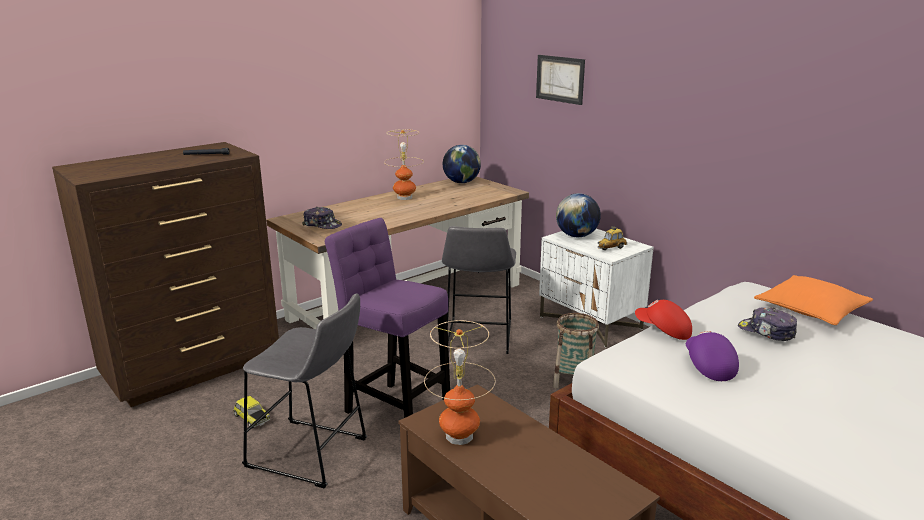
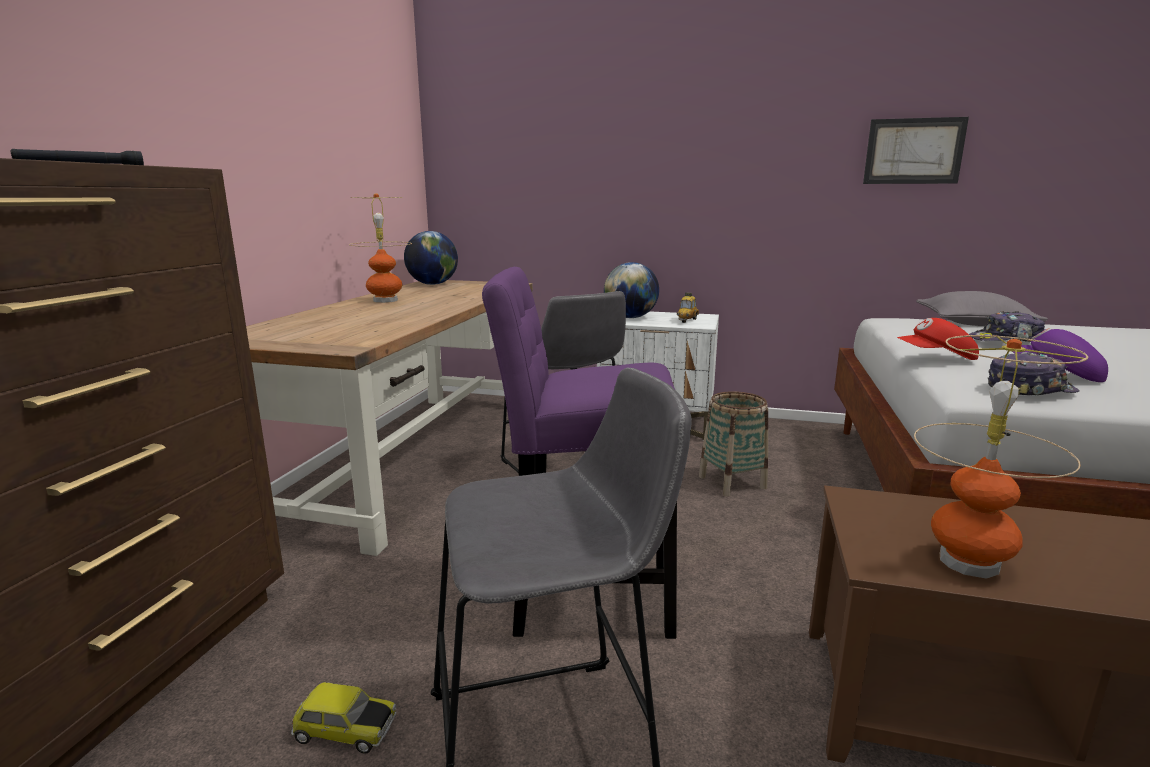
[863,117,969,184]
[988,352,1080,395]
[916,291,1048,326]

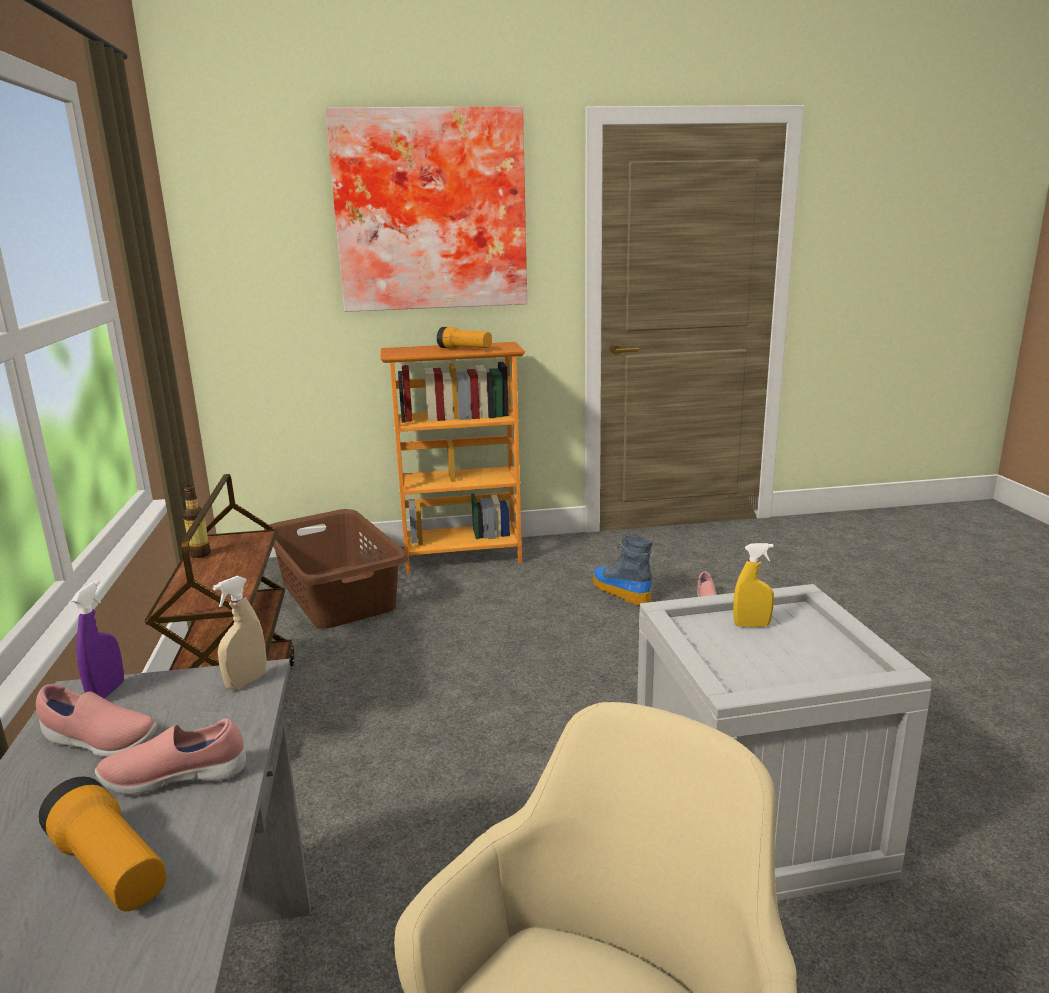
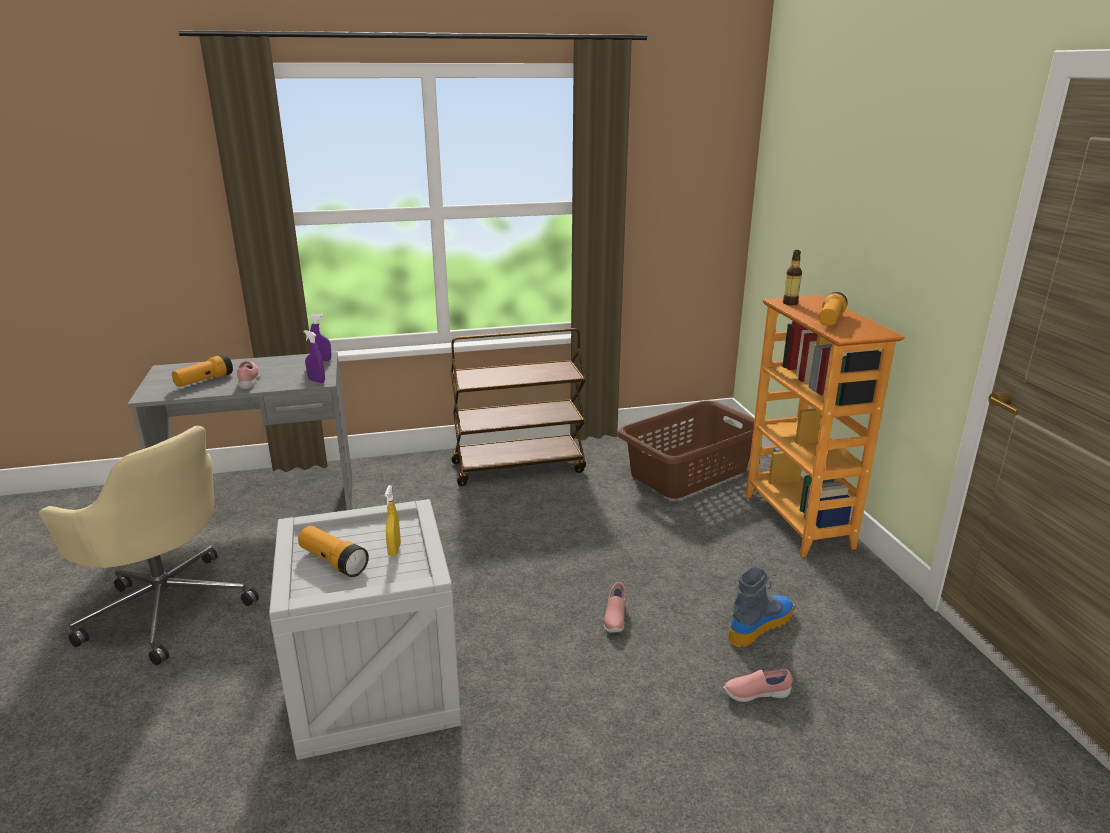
[325,106,527,312] (first image)
[783,250,802,305]
[303,330,325,383]
[604,582,626,633]
[298,526,369,577]

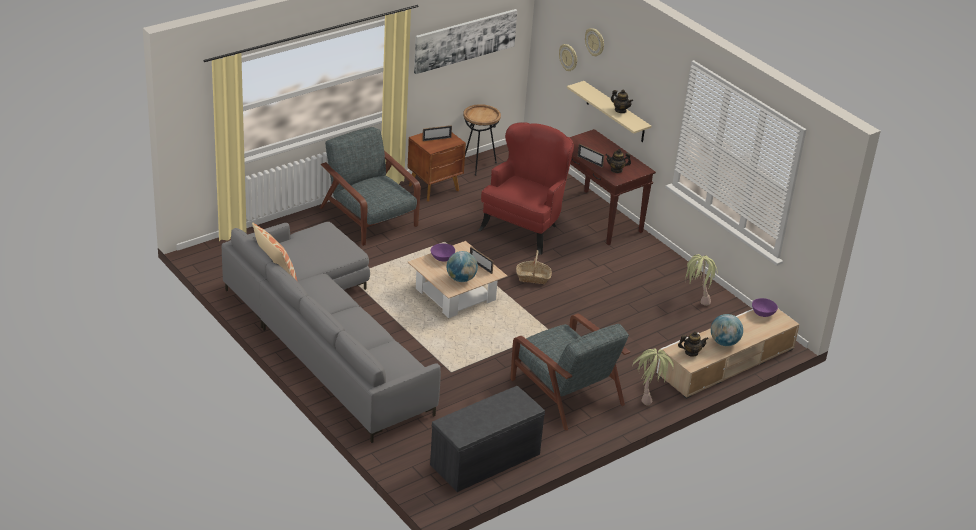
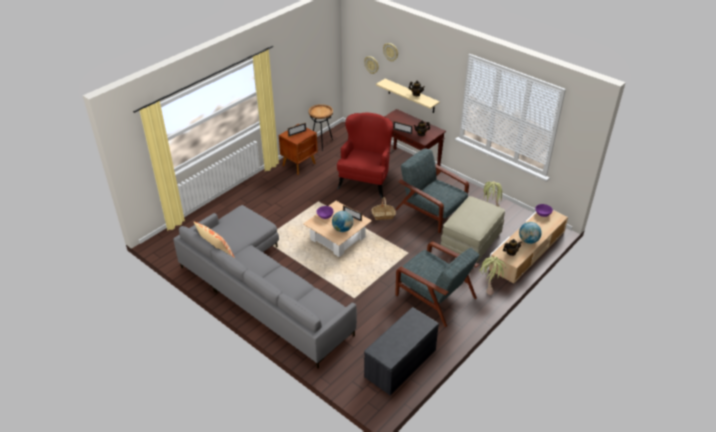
[414,9,517,74] (first image)
[395,149,469,233]
[441,196,505,263]

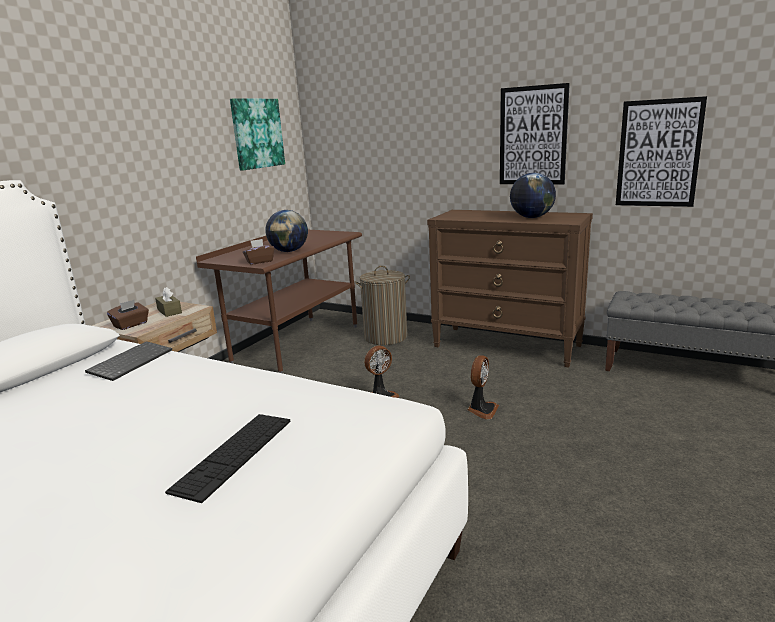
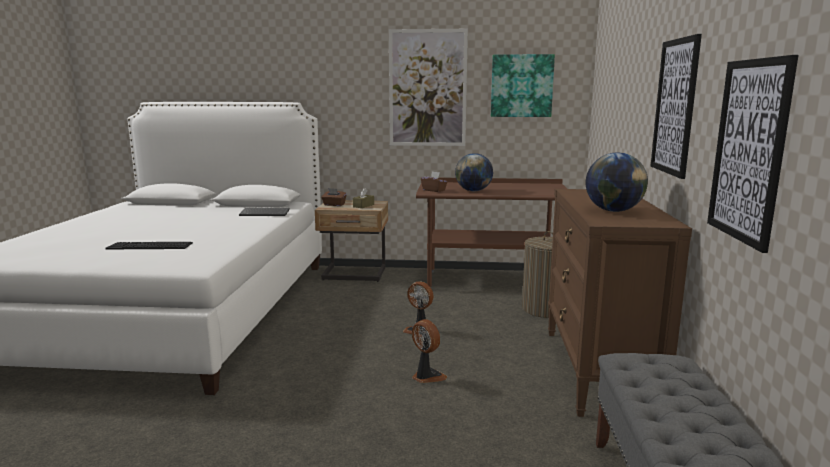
[412,319,447,383]
[389,29,468,146]

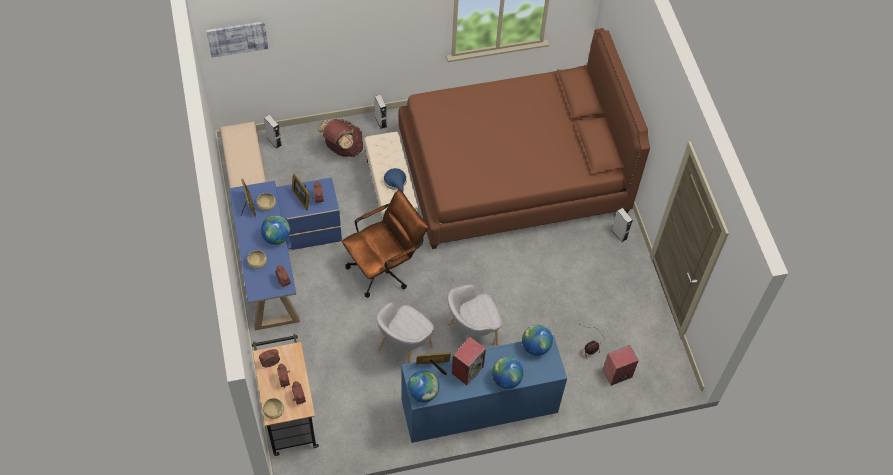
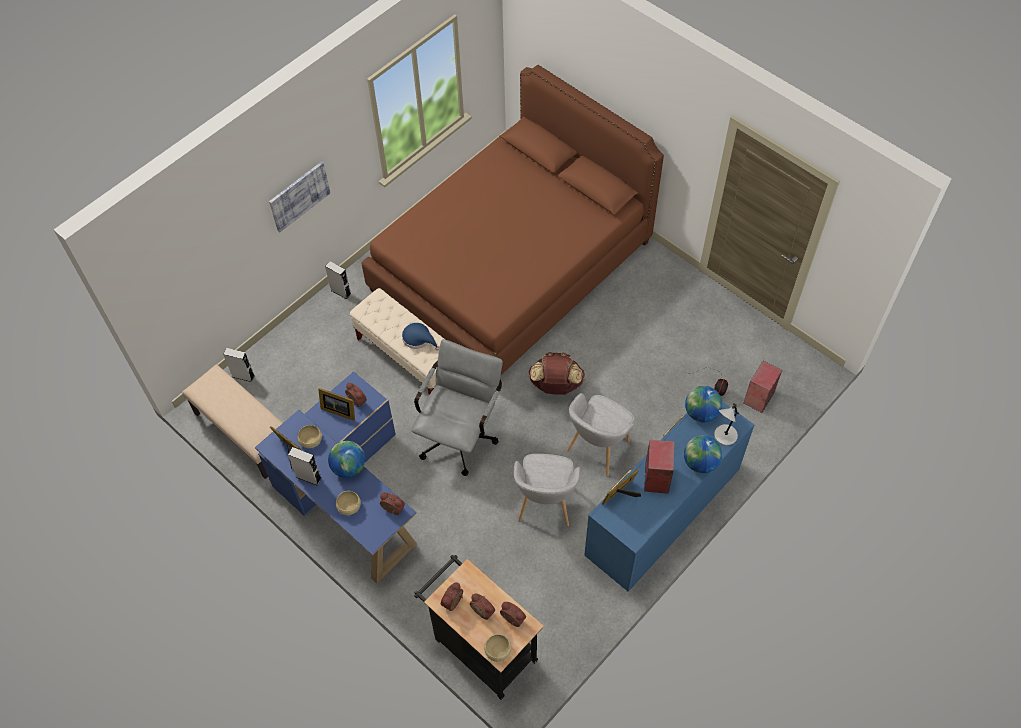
[269,161,330,232]
[529,352,585,395]
[411,339,503,476]
[288,447,321,486]
[408,370,439,402] (first image)
[714,403,739,445]

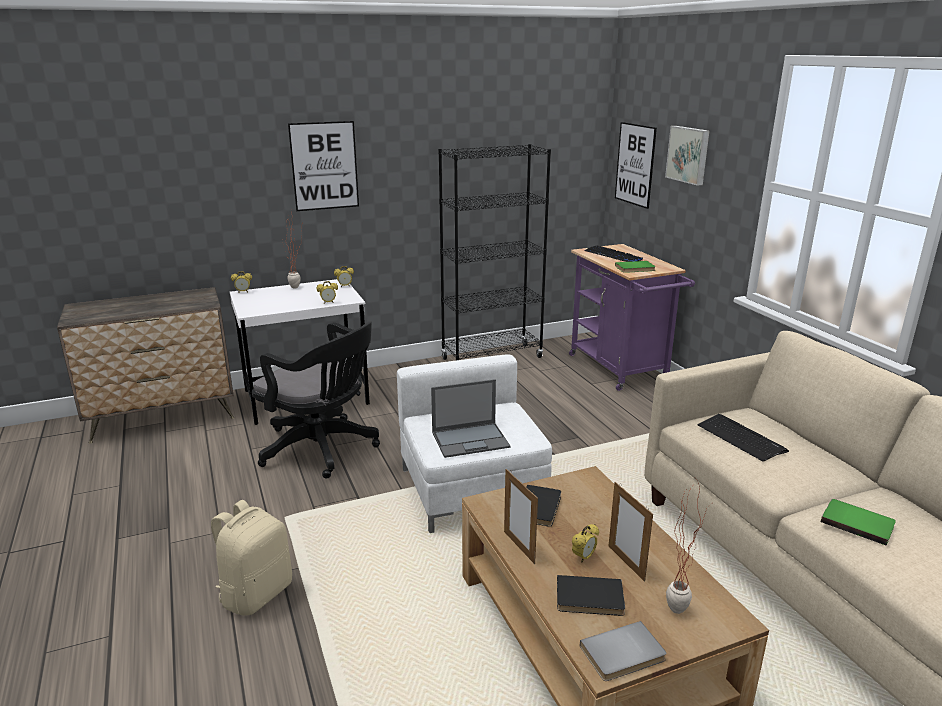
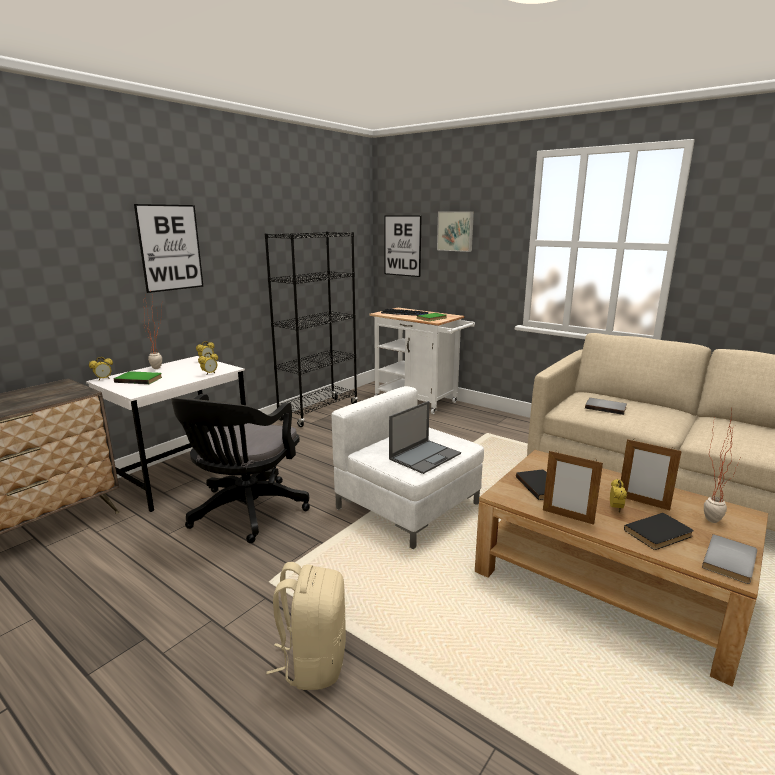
[369,308,475,414]
[171,394,310,543]
[585,398,627,415]
[114,371,162,384]

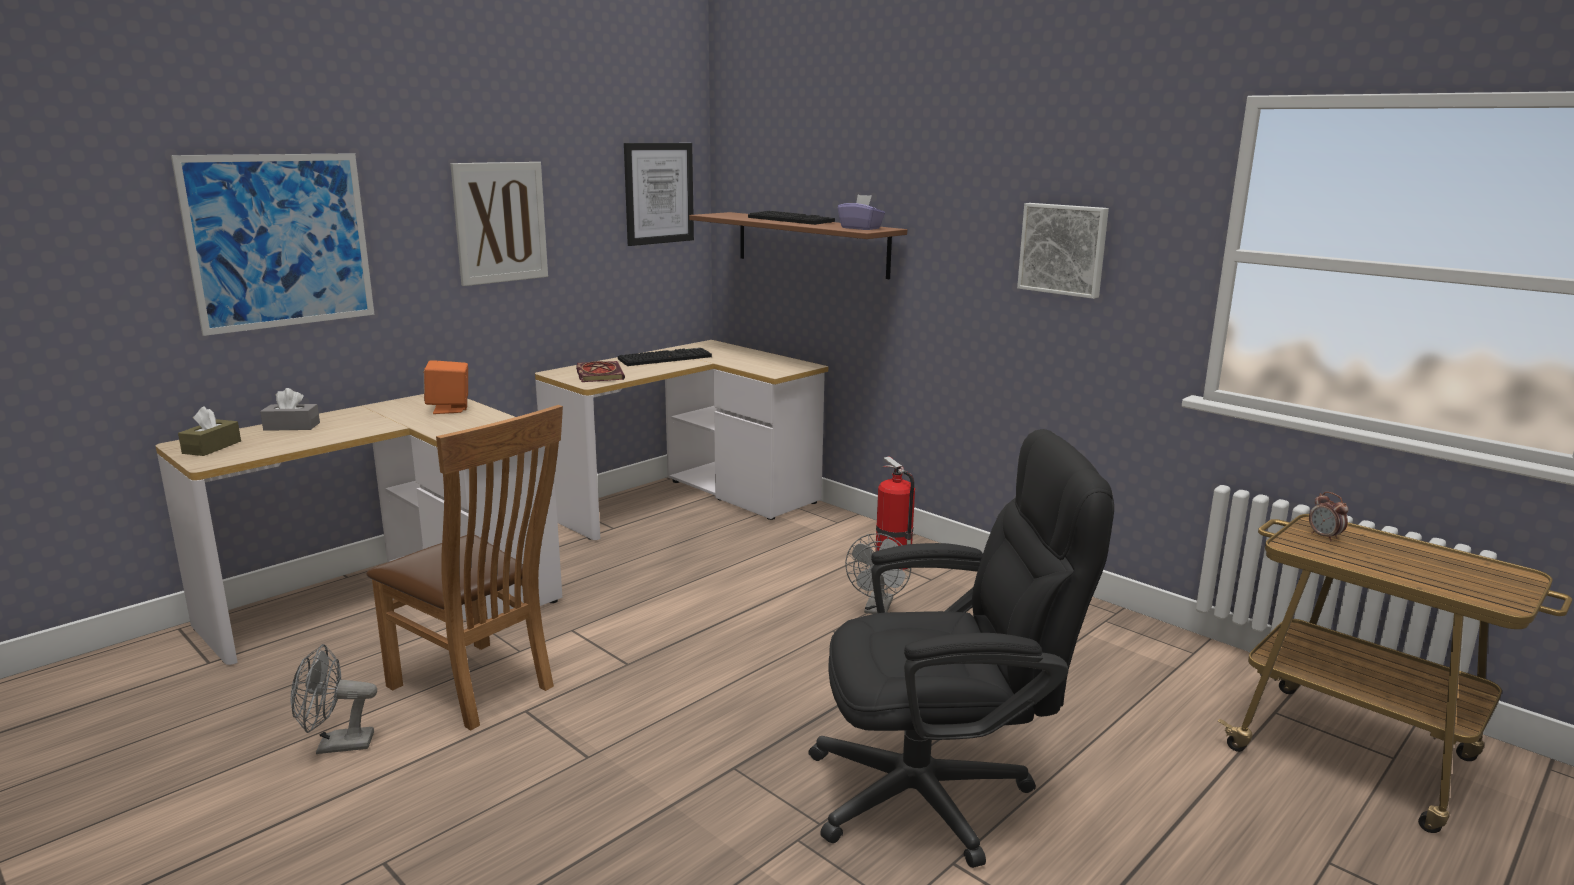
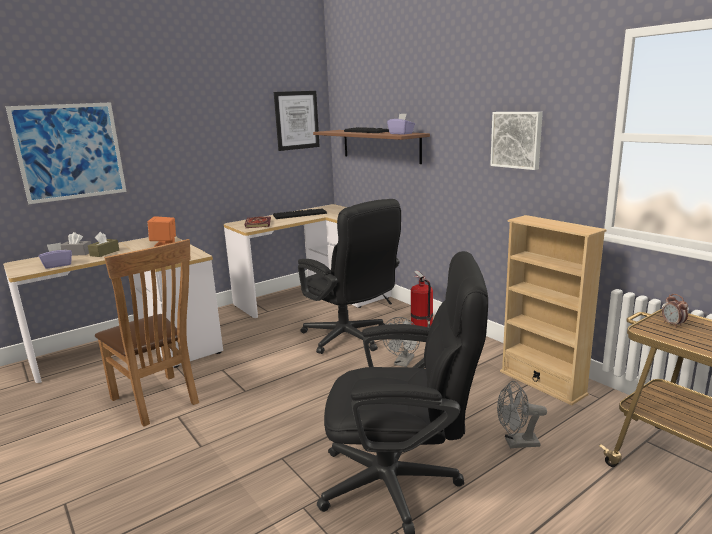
[450,162,548,286] (first image)
[88,232,119,257]
[497,381,547,448]
[298,199,401,354]
[500,215,607,405]
[39,243,72,269]

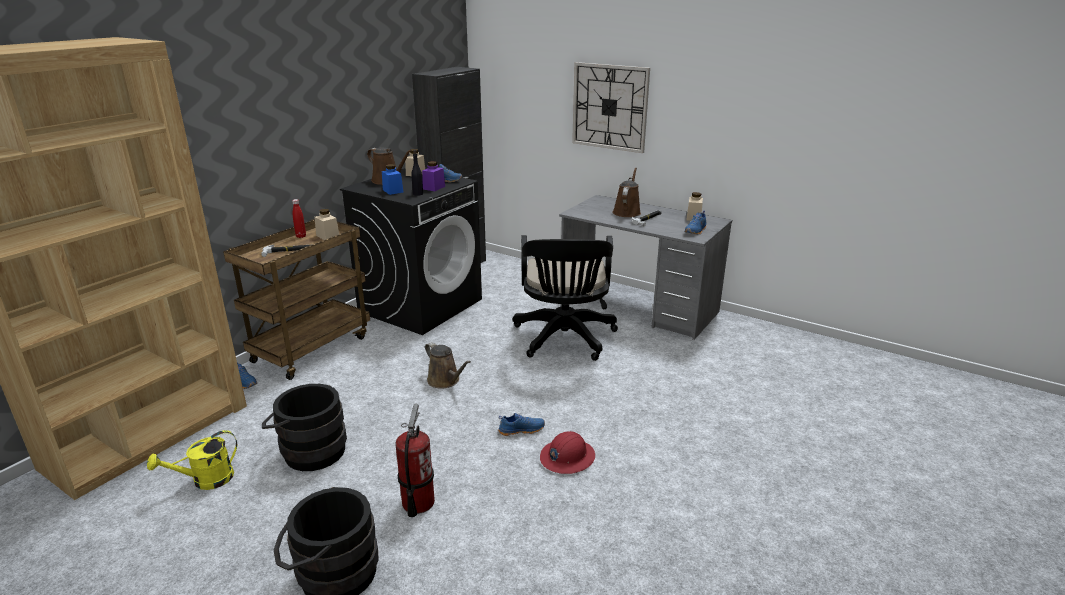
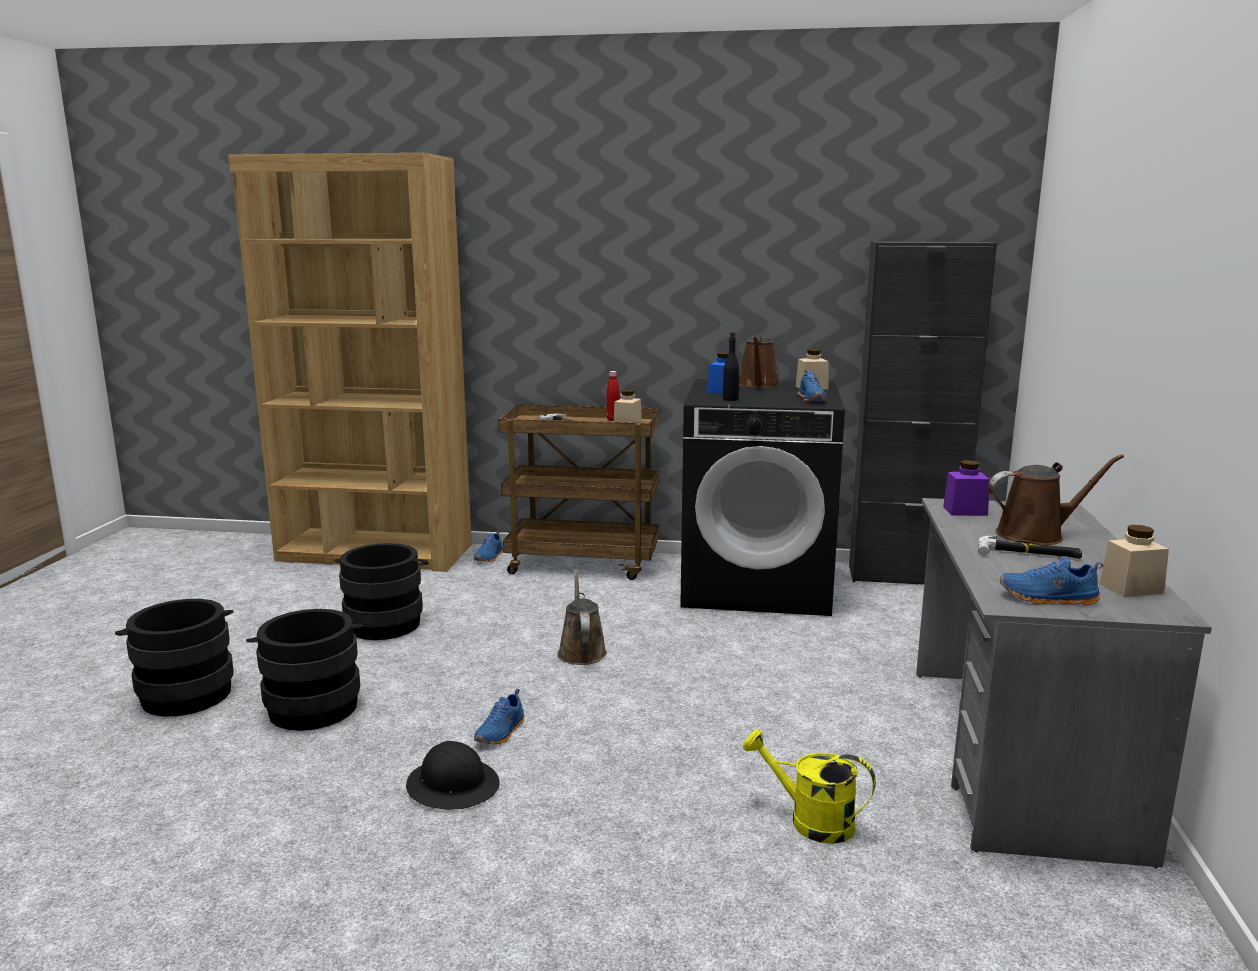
[572,62,650,153] (first image)
[943,460,990,516]
[513,235,618,361] (first image)
[557,569,607,665]
[246,609,363,731]
[474,689,525,745]
[743,729,876,844]
[406,741,500,810]

